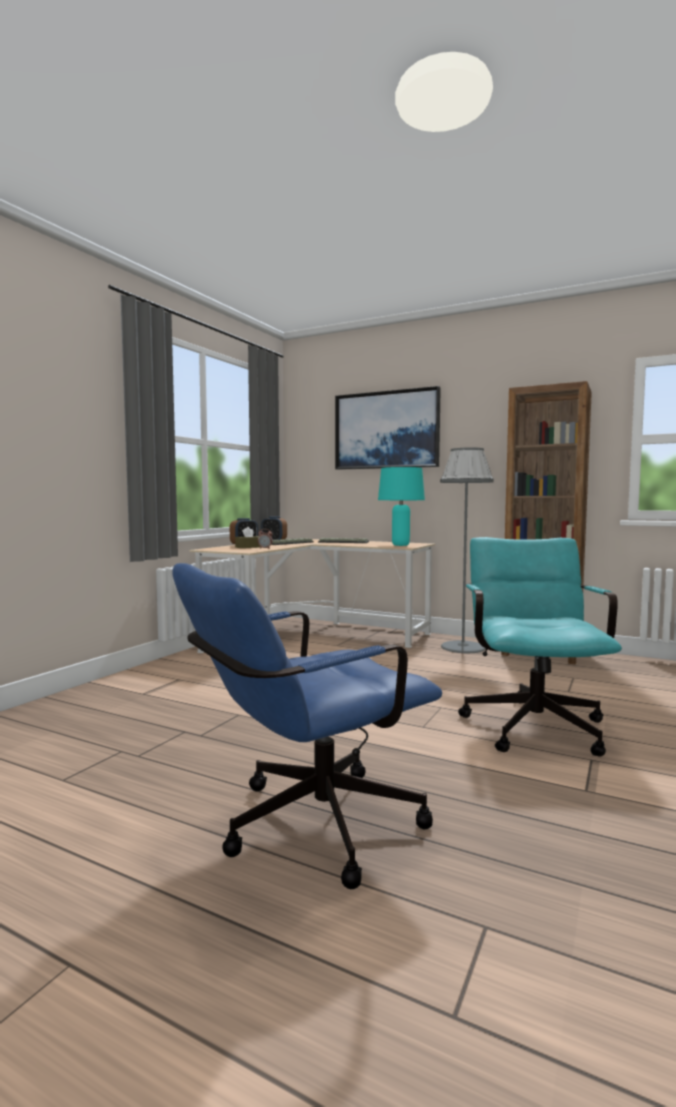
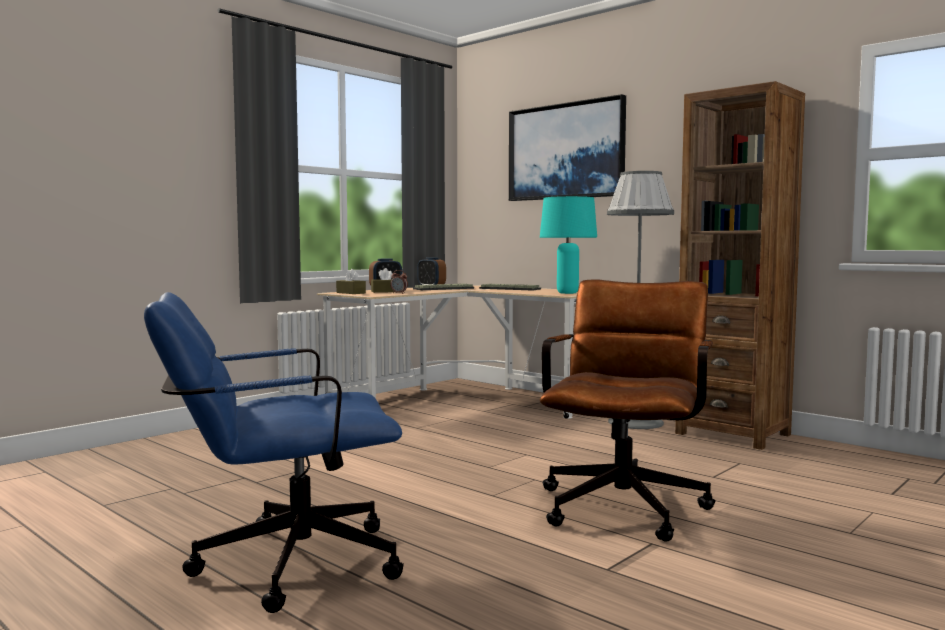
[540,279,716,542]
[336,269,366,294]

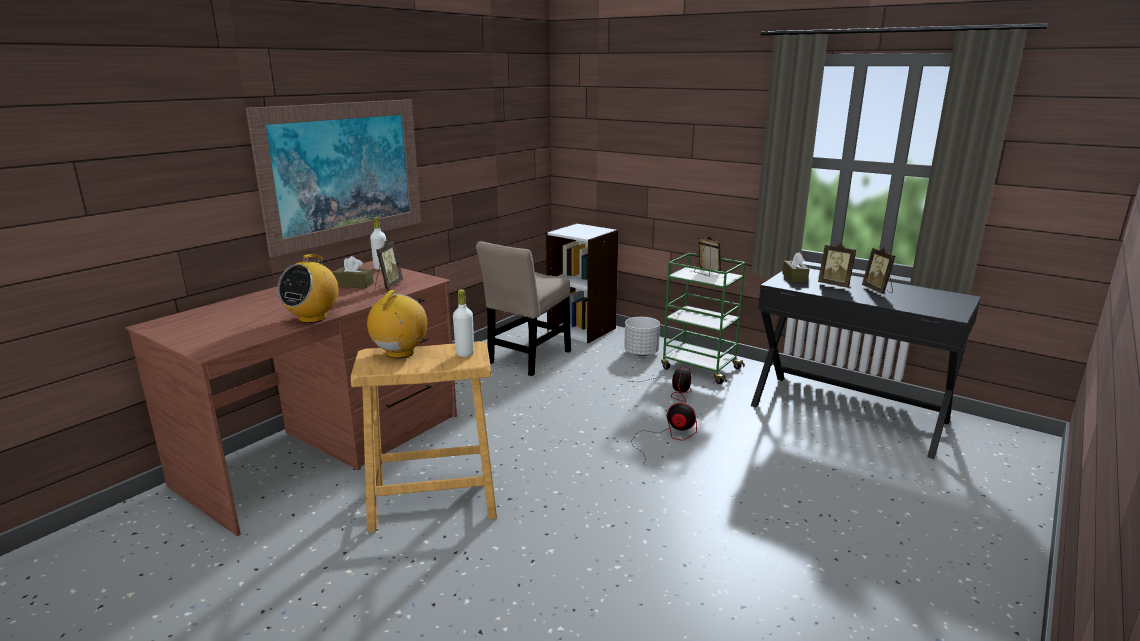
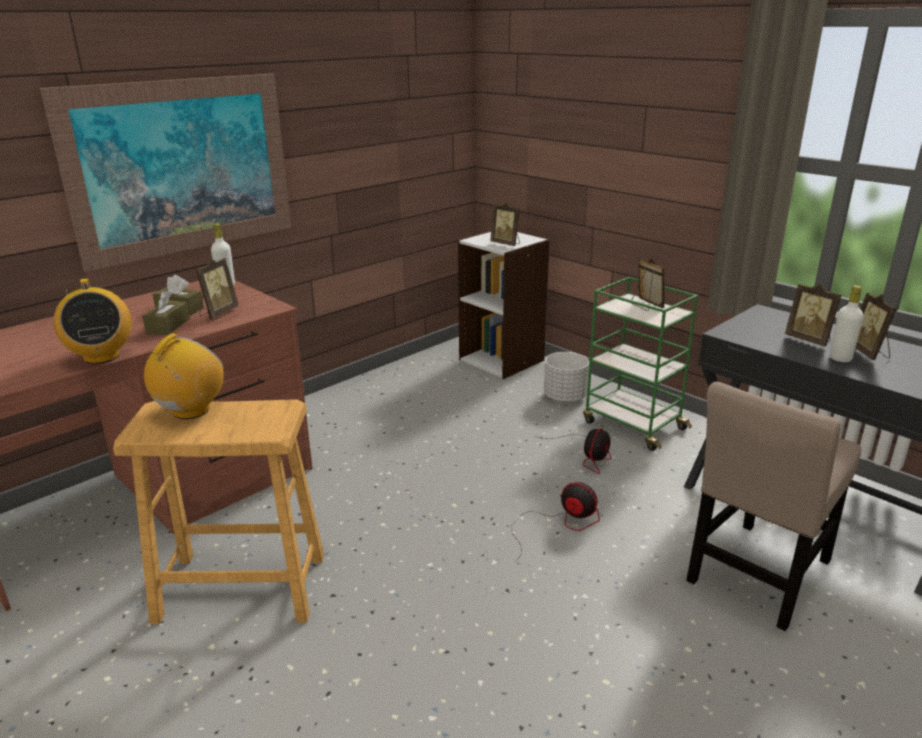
[686,382,861,631]
[142,291,190,335]
[53,278,132,364]
[830,285,864,362]
[490,202,520,246]

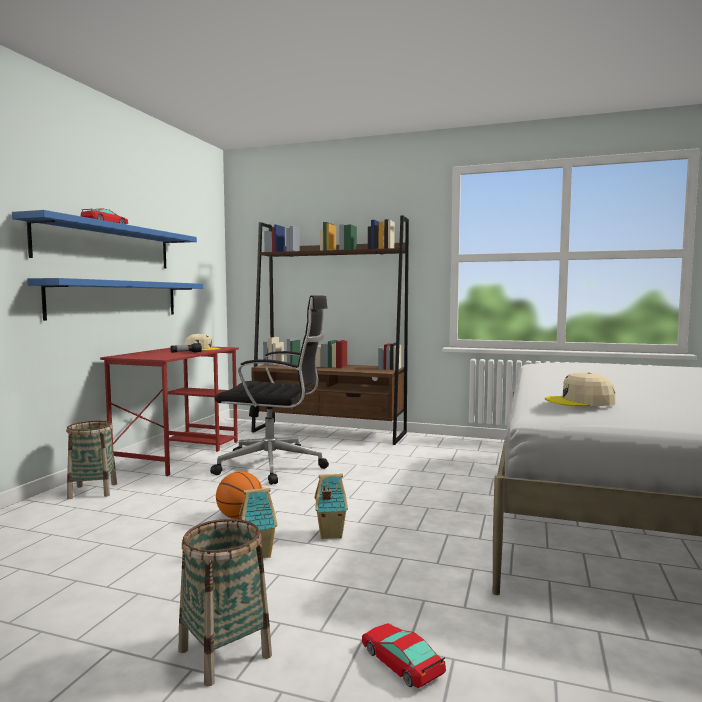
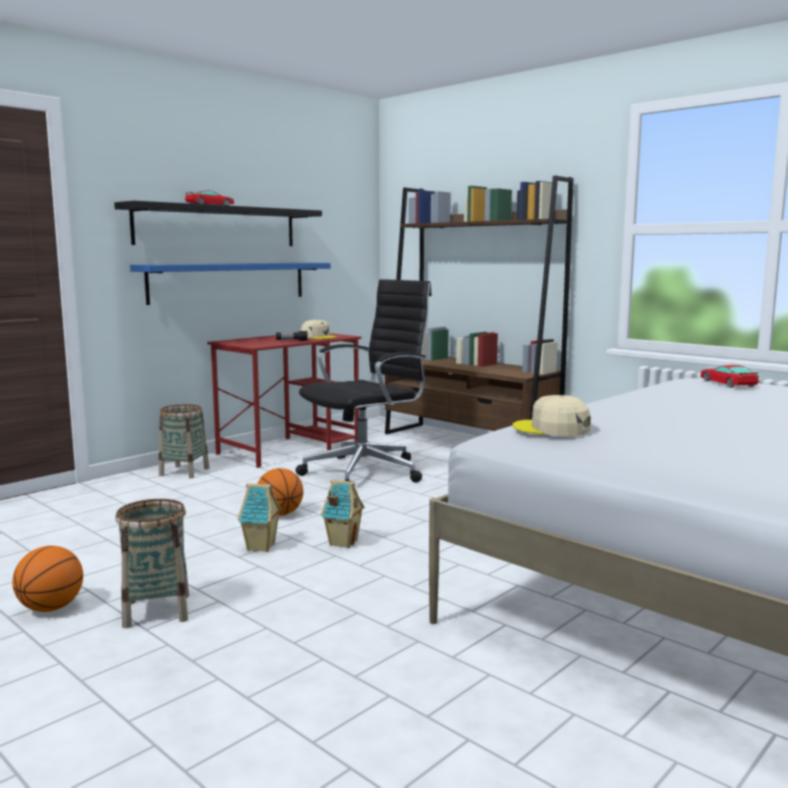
[114,201,322,246]
[296,279,432,483]
[700,365,759,388]
[12,546,83,612]

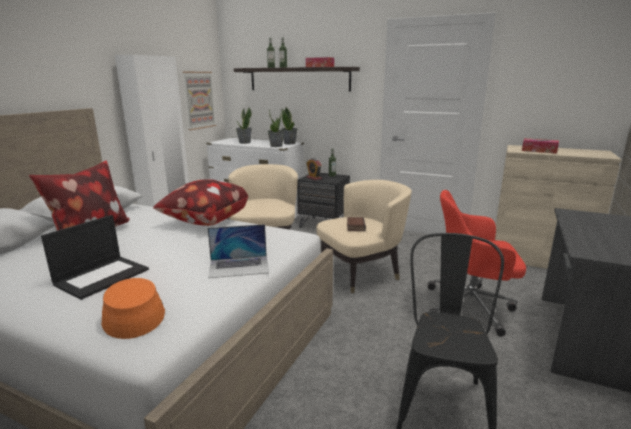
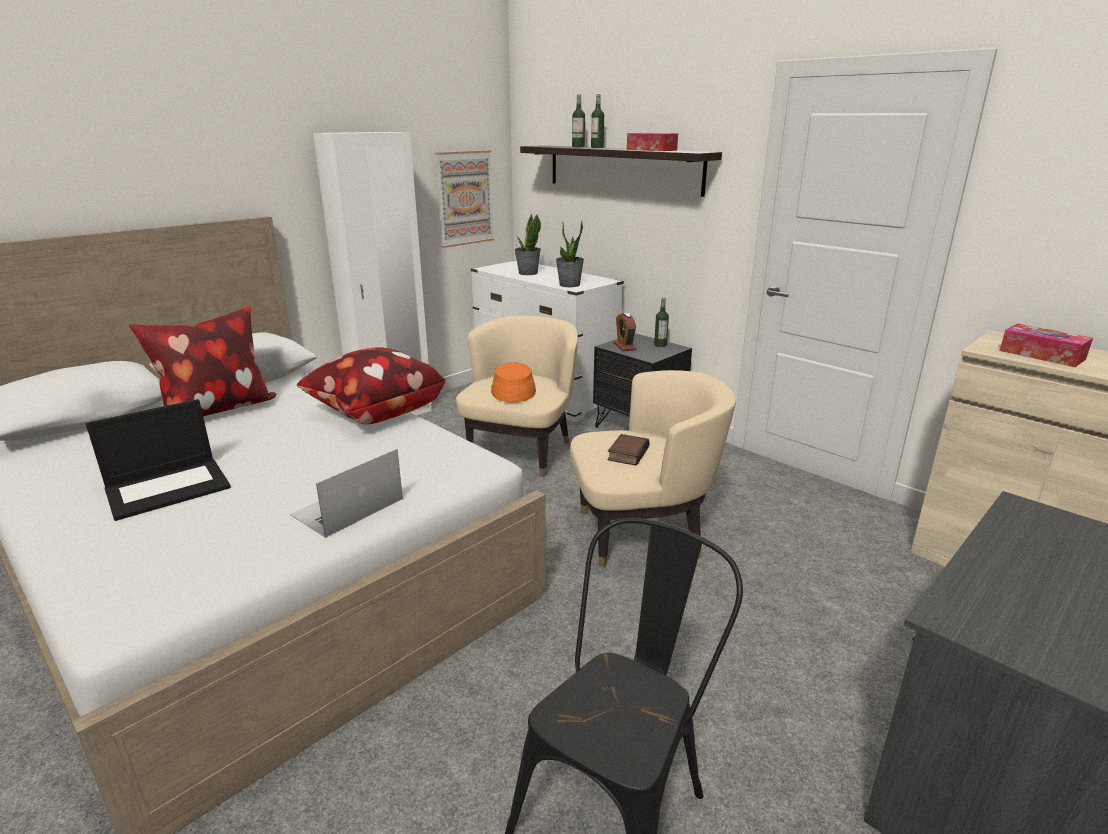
[282,107,297,144] (first image)
[428,190,526,336] (first image)
[290,449,403,538]
[491,363,536,402]

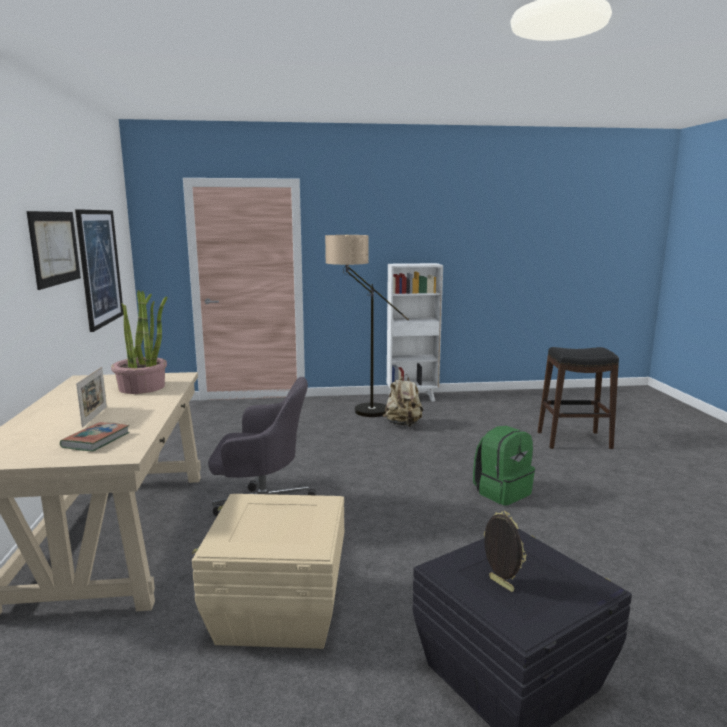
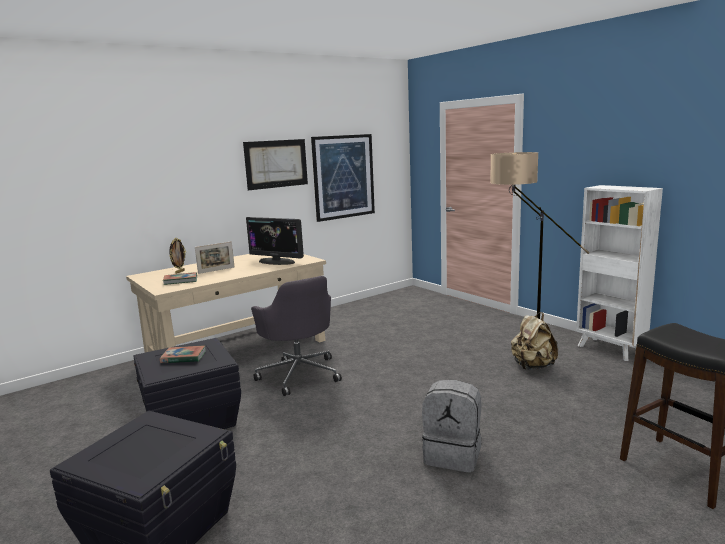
[246,217,304,265]
[422,380,482,473]
[134,338,241,429]
[169,238,186,274]
[160,345,206,363]

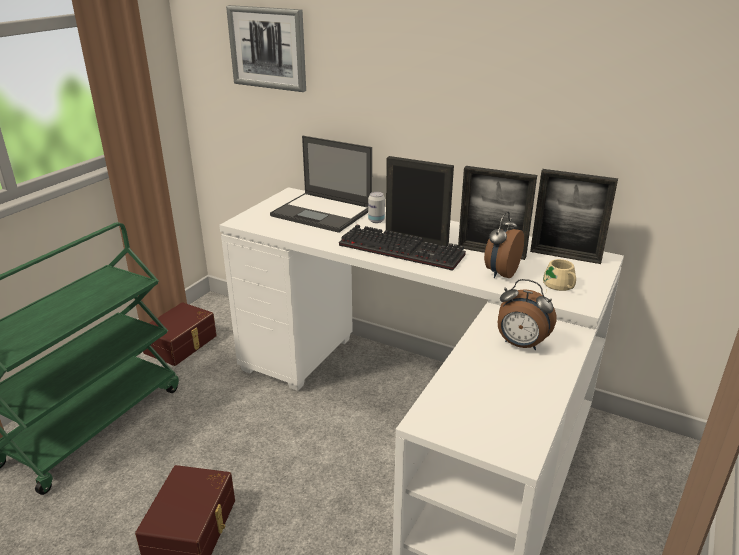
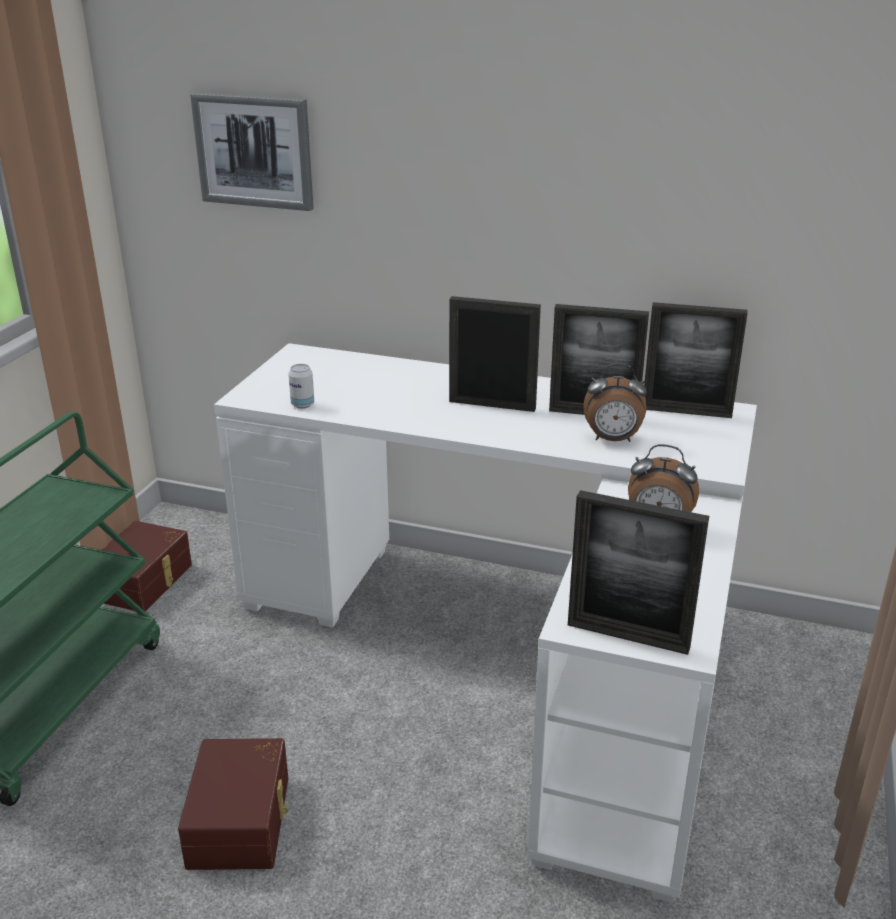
[270,135,372,233] (first image)
[288,364,314,409]
[584,364,647,442]
[339,224,466,271] (first image)
[543,259,576,291] (first image)
[568,490,709,655]

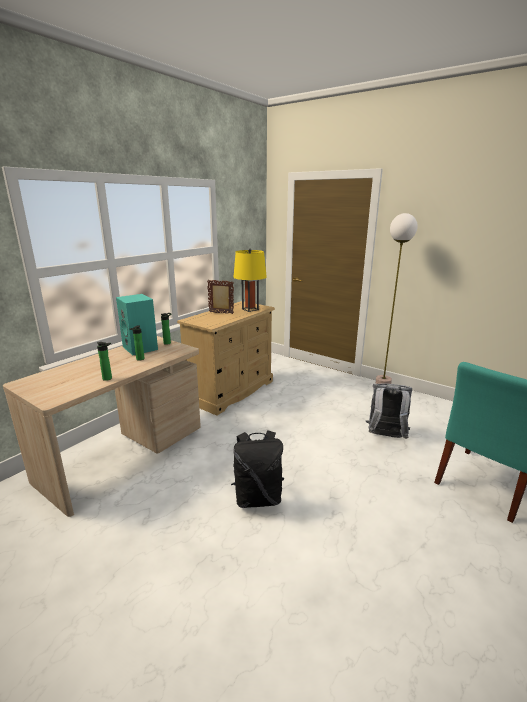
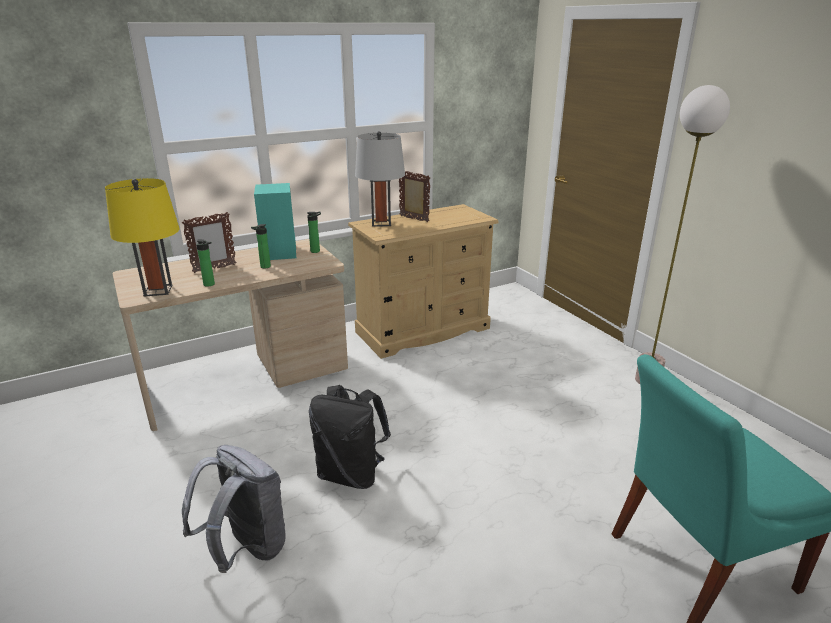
[105,178,180,296]
[182,445,286,573]
[355,131,405,227]
[182,212,237,273]

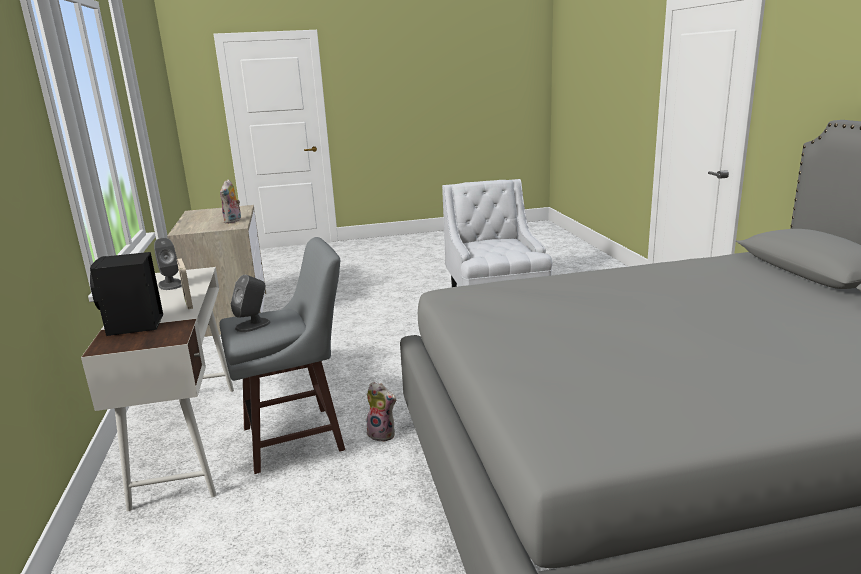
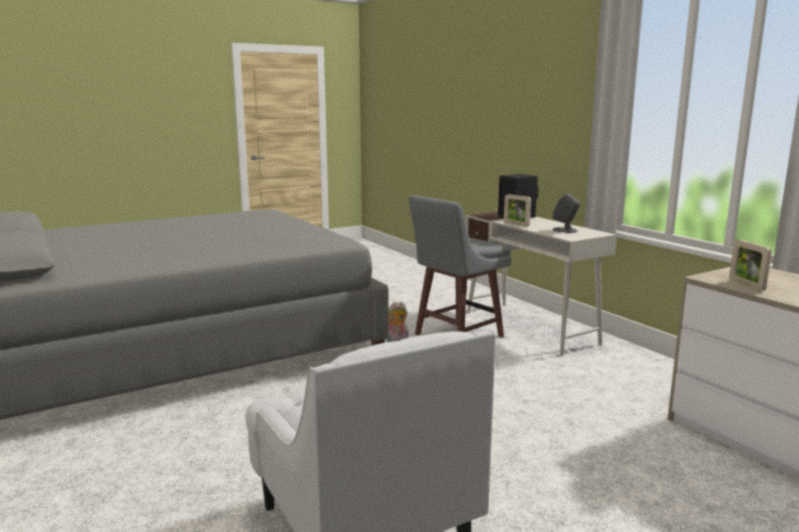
[729,240,772,291]
[231,275,271,332] (first image)

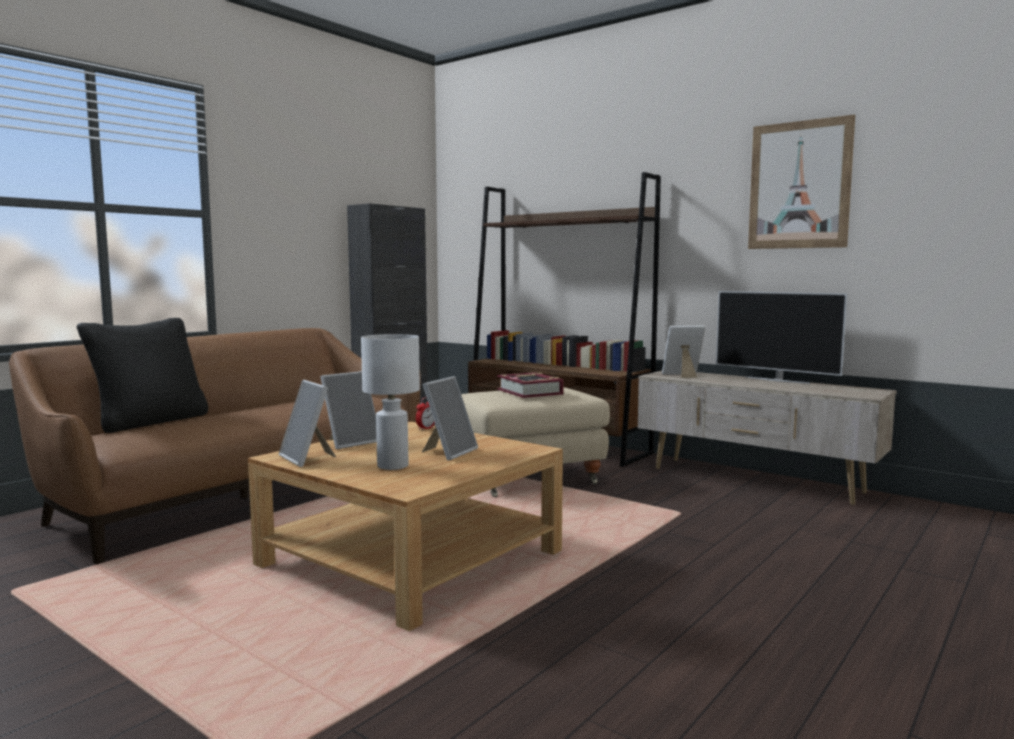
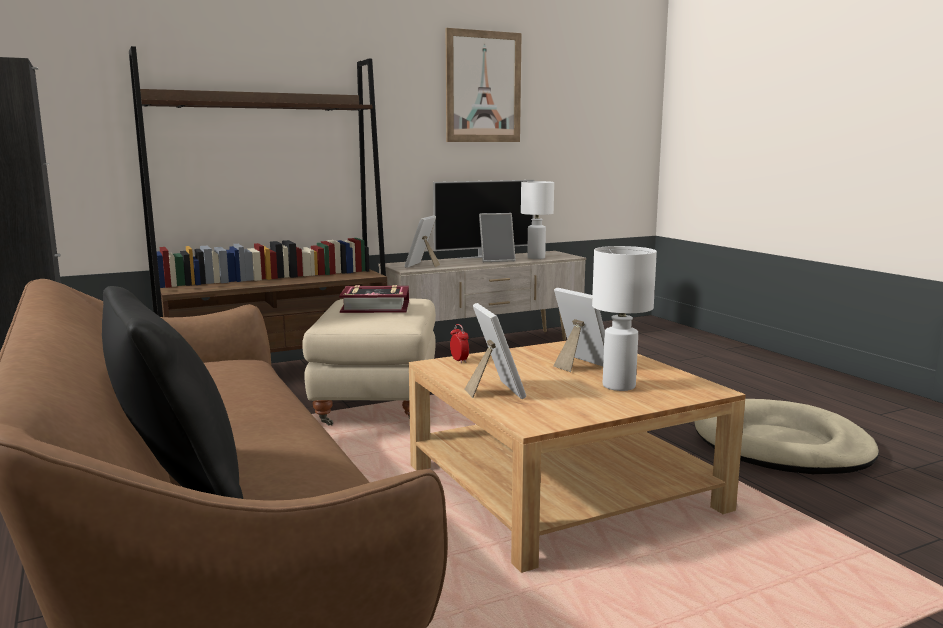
[479,213,516,262]
[521,181,554,259]
[694,399,879,474]

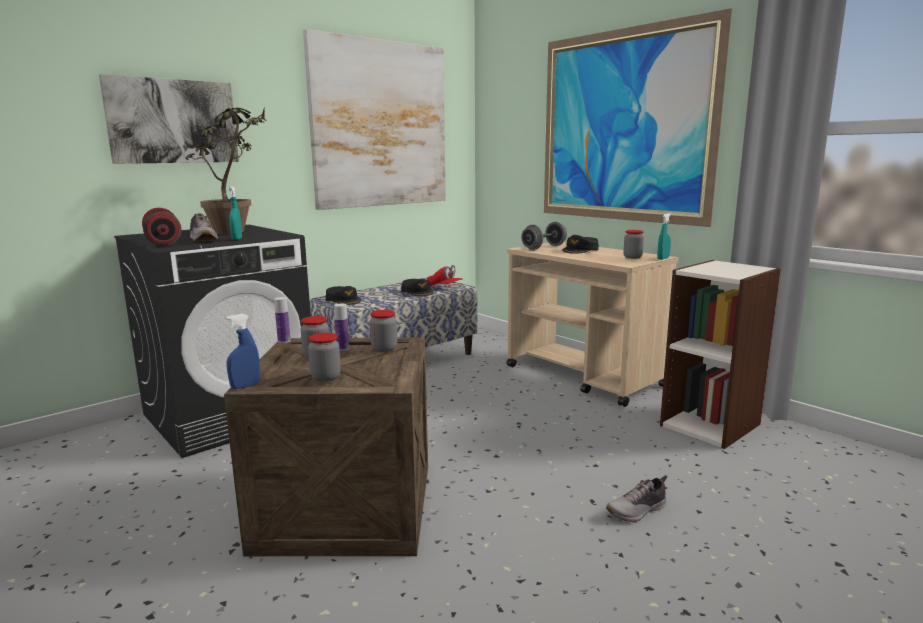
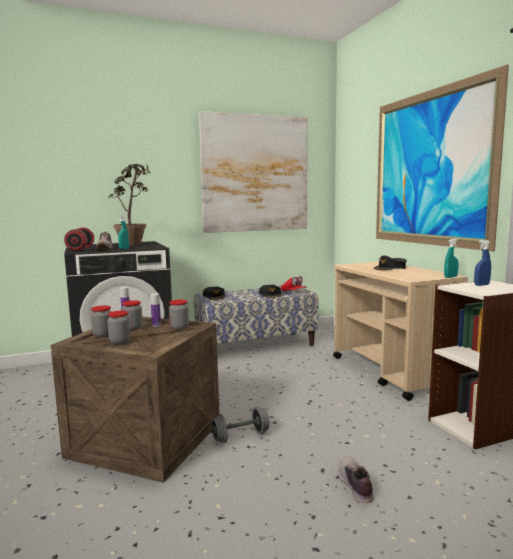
[99,74,239,164] (first image)
[212,406,269,443]
[91,306,111,337]
[474,240,491,286]
[338,456,374,503]

